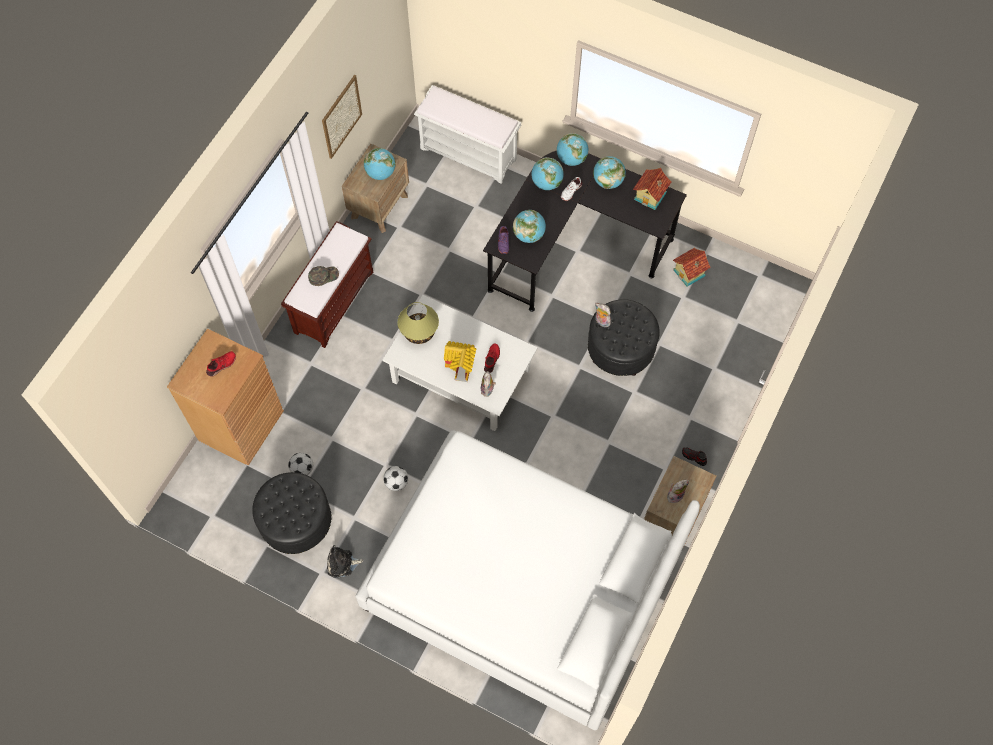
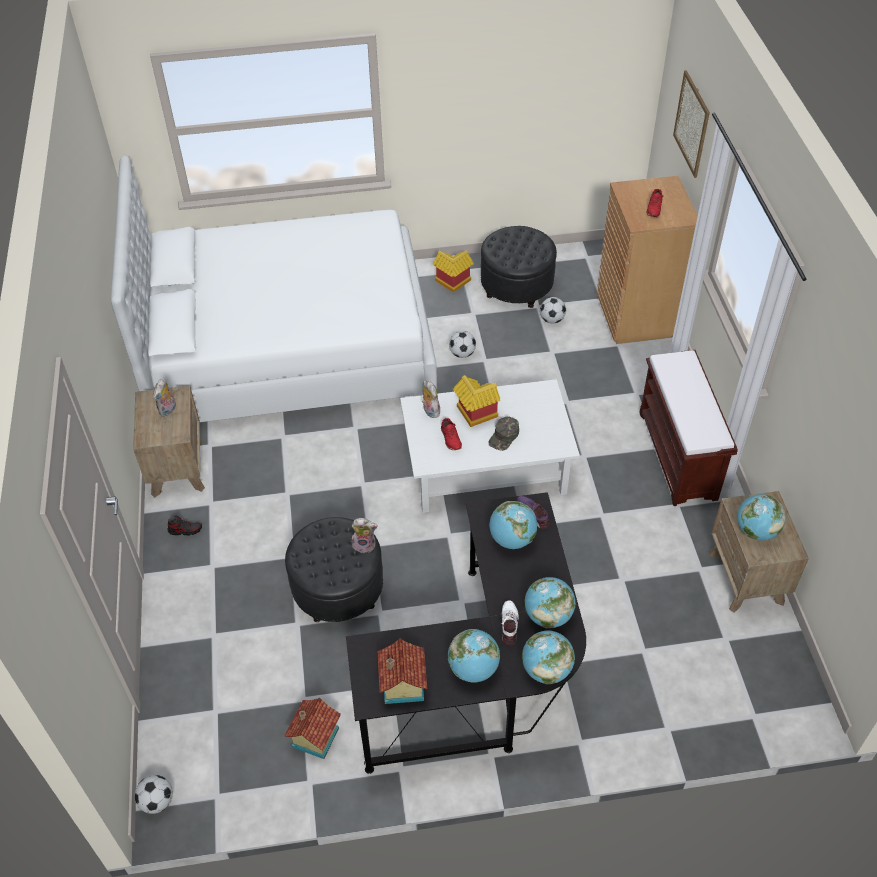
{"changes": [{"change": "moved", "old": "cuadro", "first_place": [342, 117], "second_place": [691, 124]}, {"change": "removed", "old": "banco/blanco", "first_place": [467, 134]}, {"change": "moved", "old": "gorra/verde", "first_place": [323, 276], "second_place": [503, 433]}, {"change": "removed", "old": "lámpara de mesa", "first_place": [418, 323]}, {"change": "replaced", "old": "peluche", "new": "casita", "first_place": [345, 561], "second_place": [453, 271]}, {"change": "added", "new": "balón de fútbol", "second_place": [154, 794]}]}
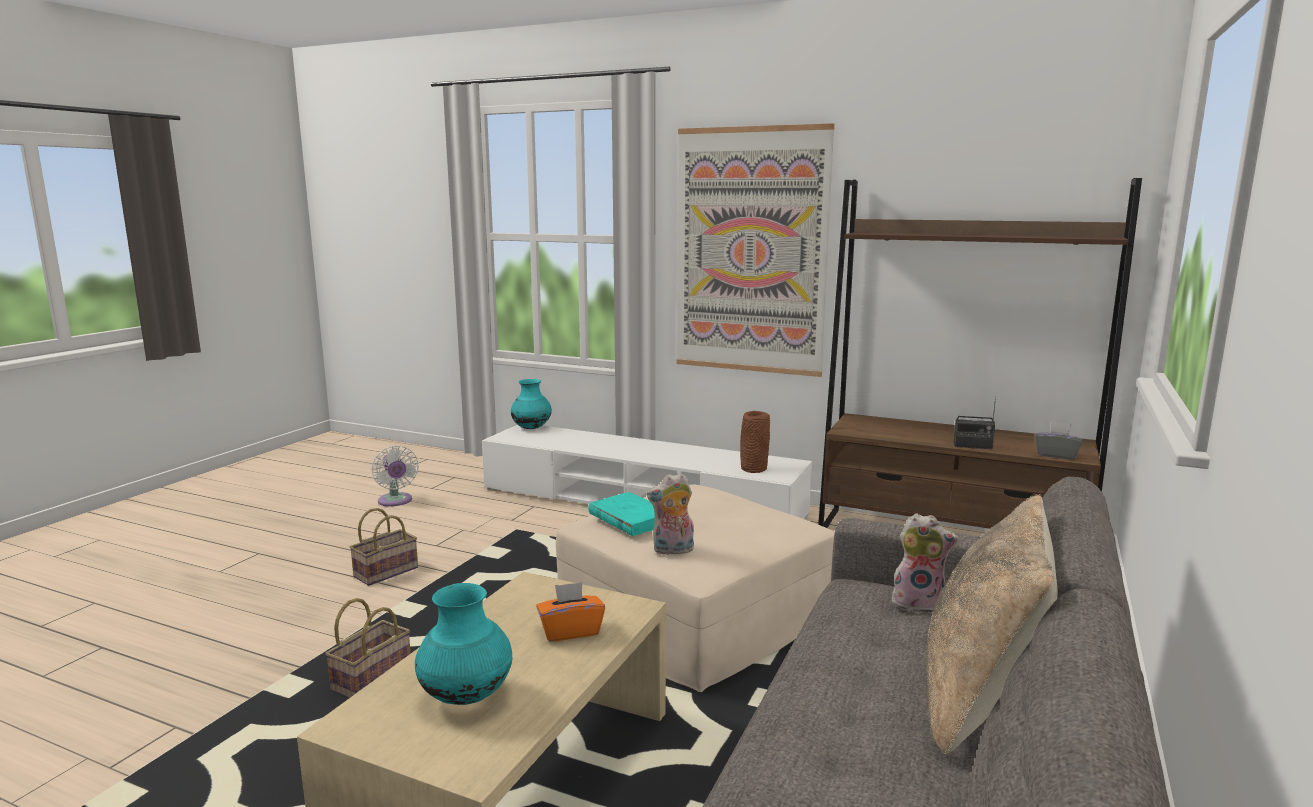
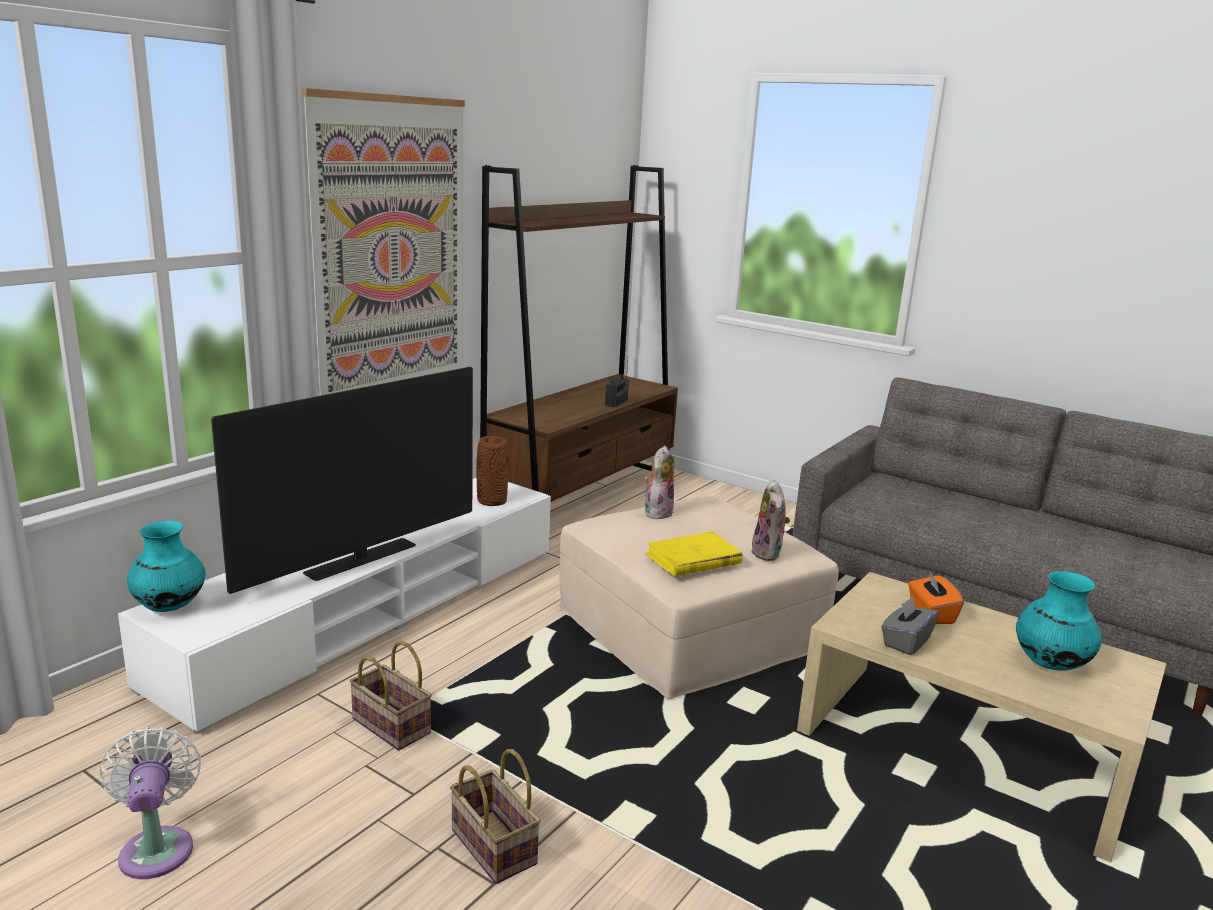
{"changes": [{"change": "moved", "old": "caja de pañuelos/gris", "first_place": [1059, 440], "second_place": [910, 625]}, {"change": "turned", "old": "ventilador/blanco", "first_place": [395, 475], "second_place": [150, 803], "degrees": -90}, {"change": "recoloured", "old": "libro/turquesa", "new": "libro/amarillo", "first_place": [621, 514], "second_place": [694, 554]}, {"change": "removed", "old": "cojín/beis", "first_place": [991, 624]}, {"change": "moved", "old": "peluche", "first_place": [925, 563], "second_place": [659, 482]}, {"change": "moved", "old": "cesta", "first_place": [368, 648], "second_place": [390, 696]}, {"change": "added", "new": "televisor", "second_place": [342, 480]}]}
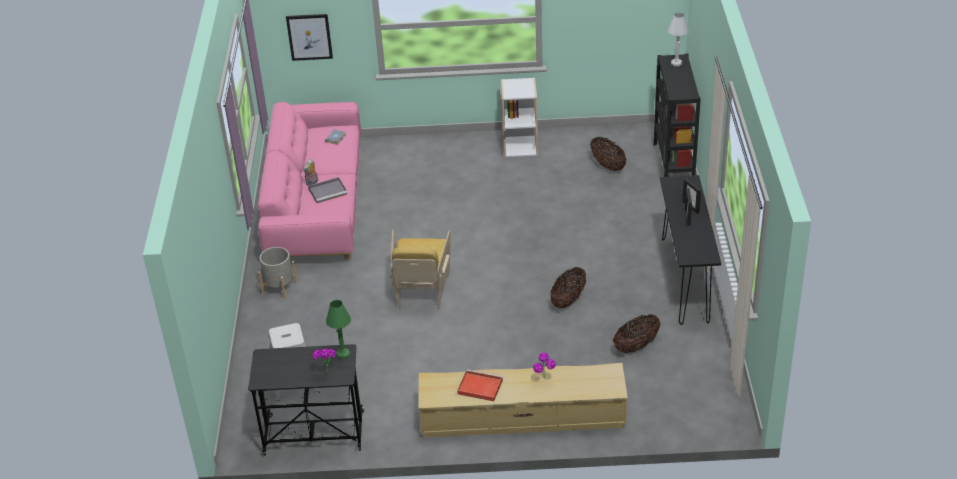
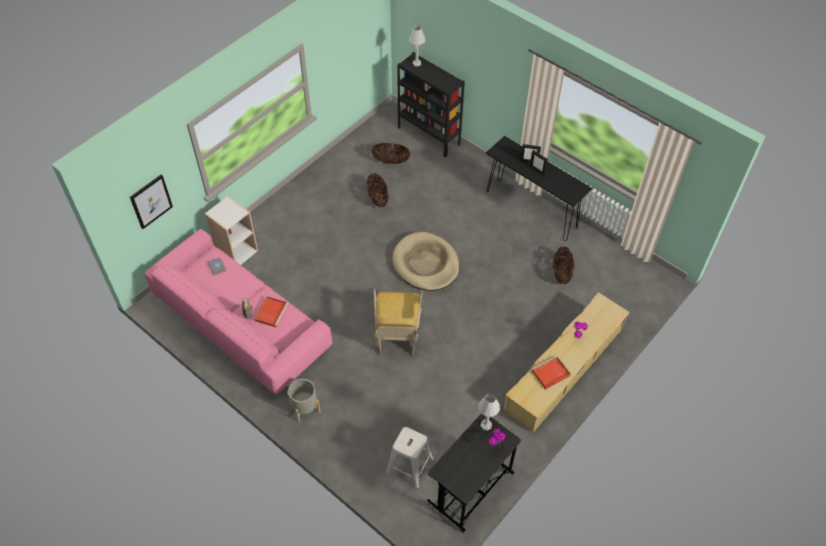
{"changes": [{"change": "moved", "old": "estantería", "first_place": [519, 118], "second_place": [231, 230]}, {"change": "recoloured", "old": "bandeja/gris", "new": "bandeja/rojo", "first_place": [328, 190], "second_place": [271, 311]}, {"change": "turned", "old": "sillón/amarillo", "first_place": [420, 269], "second_place": [398, 322], "degrees": 45}, {"change": "moved", "old": "cesta", "first_place": [568, 287], "second_place": [377, 190]}, {"change": "recoloured", "old": "lámpara de mesa/verde", "new": "lámpara de mesa/blanco", "first_place": [338, 329], "second_place": [489, 412]}, {"change": "added", "new": "cama para perro/beis", "second_place": [425, 261]}]}
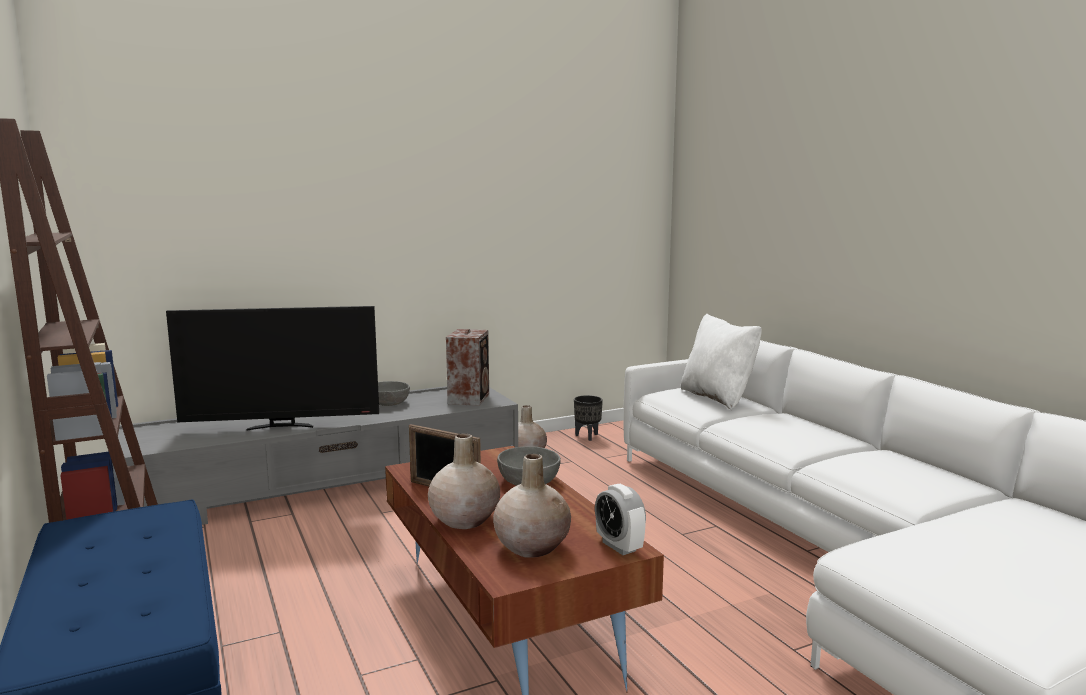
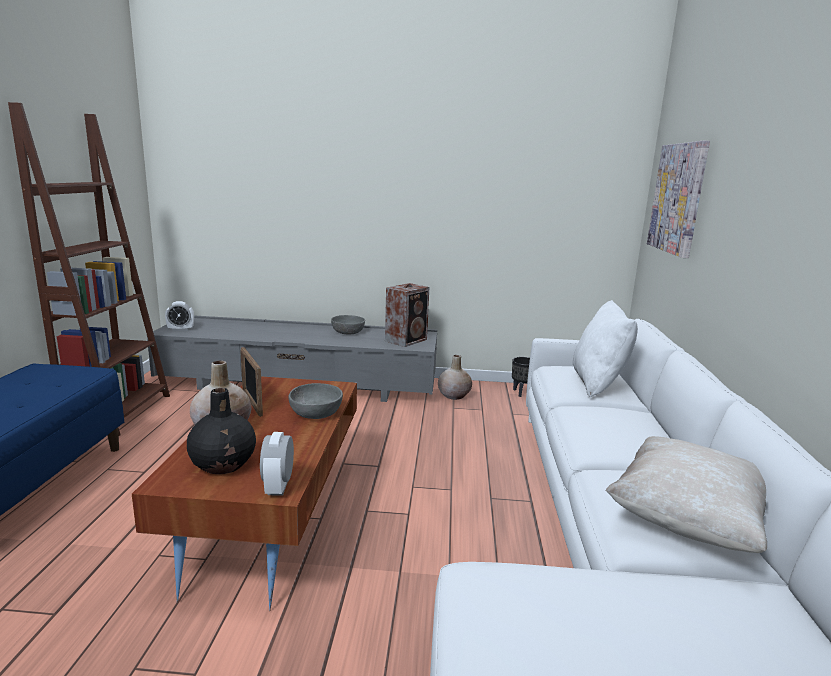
{"changes": [{"change": "removed", "old": "televisor", "first_place": [272, 368]}, {"change": "recoloured", "old": "florero/beis", "new": "florero/negro", "first_place": [532, 506], "second_place": [221, 431]}, {"change": "added", "new": "cuadro", "second_place": [678, 199]}, {"change": "added", "new": "despertador", "second_place": [179, 316]}, {"change": "added", "new": "cojín/beis", "second_place": [686, 494]}]}
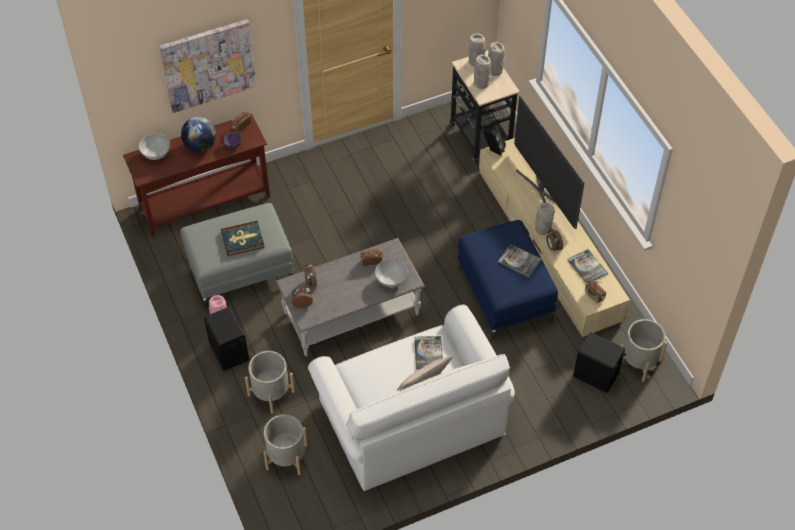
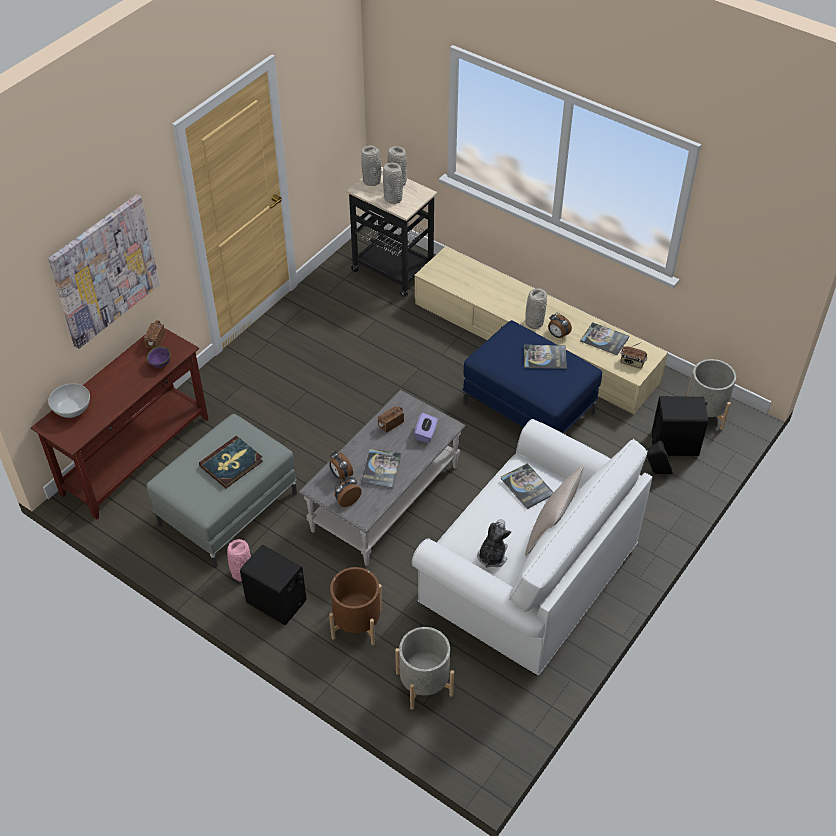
{"changes": [{"change": "removed", "old": "televisor", "first_place": [549, 162]}, {"change": "removed", "old": "globo terráqueo", "first_place": [198, 134]}, {"change": "moved", "old": "altavoz/negro", "first_place": [494, 140], "second_place": [659, 457]}, {"change": "replaced", "old": "cuenco/blanco", "new": "caja de pañuelos/morado", "first_place": [391, 273], "second_place": [426, 428]}, {"change": "recoloured", "old": "maceta/gris", "new": "maceta/marrón", "first_place": [270, 382], "second_place": [355, 606]}, {"change": "added", "new": "libro", "second_place": [381, 469]}, {"change": "added", "new": "peluche", "second_place": [494, 543]}]}
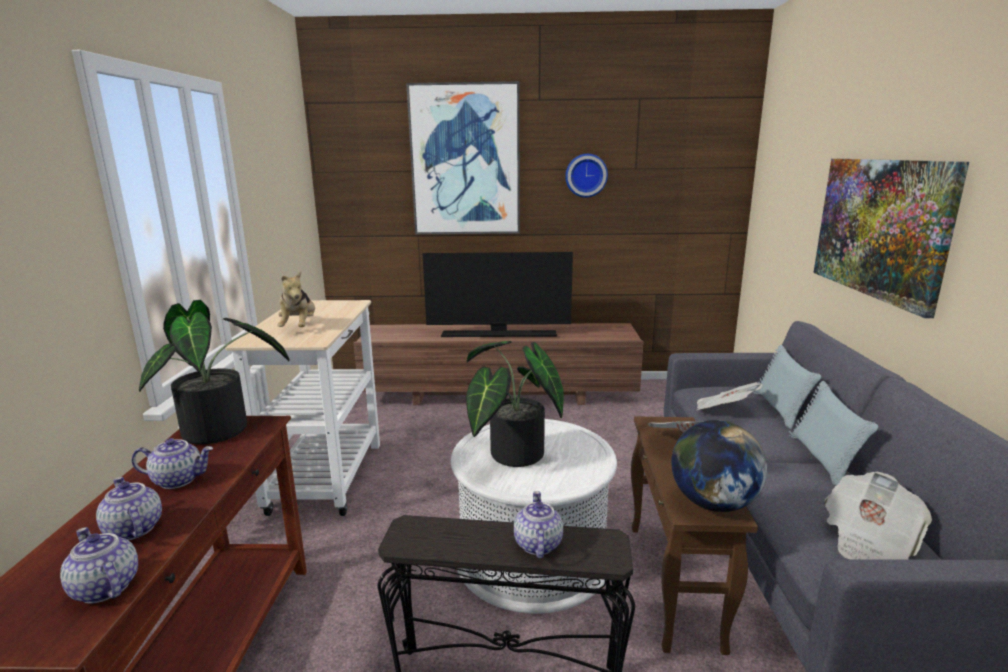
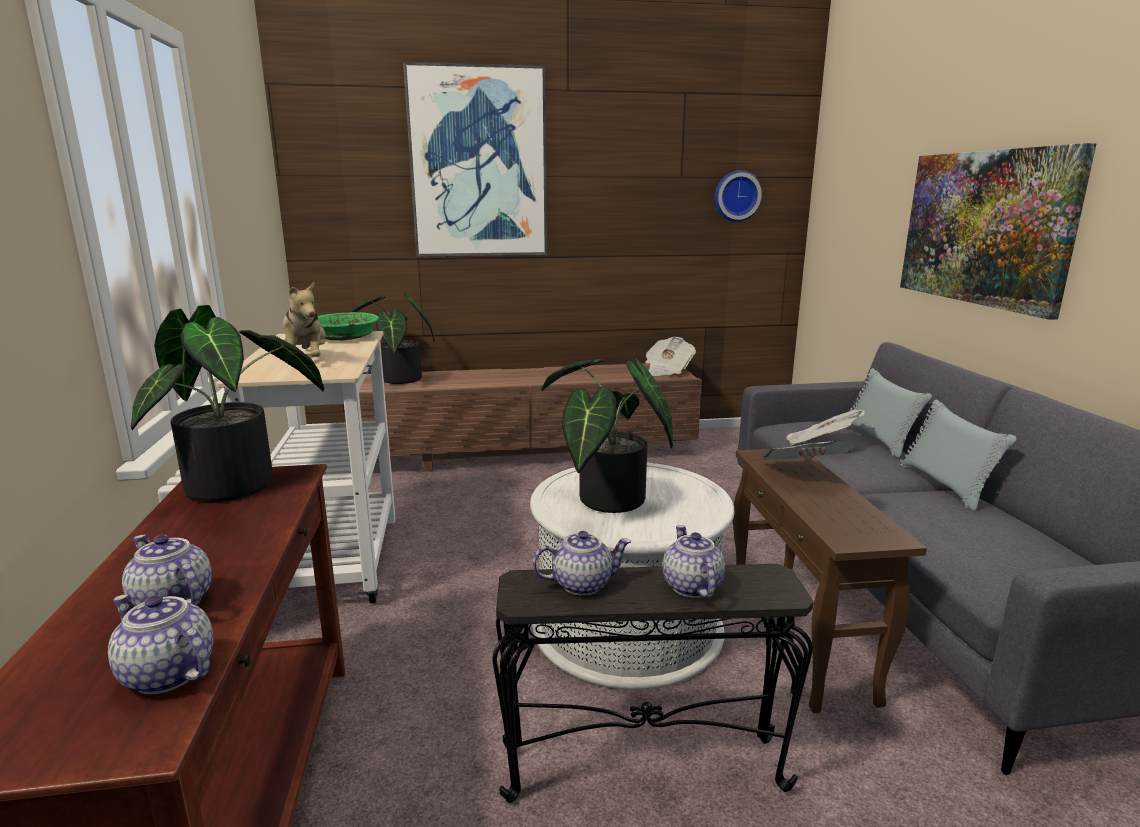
{"changes": [{"change": "moved", "old": "reloj de pared", "first_place": [586, 176], "second_place": [738, 196]}, {"change": "removed", "old": "televisor", "first_place": [497, 294]}, {"change": "removed", "old": "globo terráqueo", "first_place": [719, 466]}, {"change": "moved", "old": "tetera", "first_place": [172, 463], "second_place": [581, 563]}, {"change": "moved", "old": "periódico", "first_place": [878, 516], "second_place": [670, 356]}, {"change": "added", "new": "planta en maceta", "second_place": [393, 338]}, {"change": "added", "new": "cuenco/verde", "second_place": [348, 326]}]}
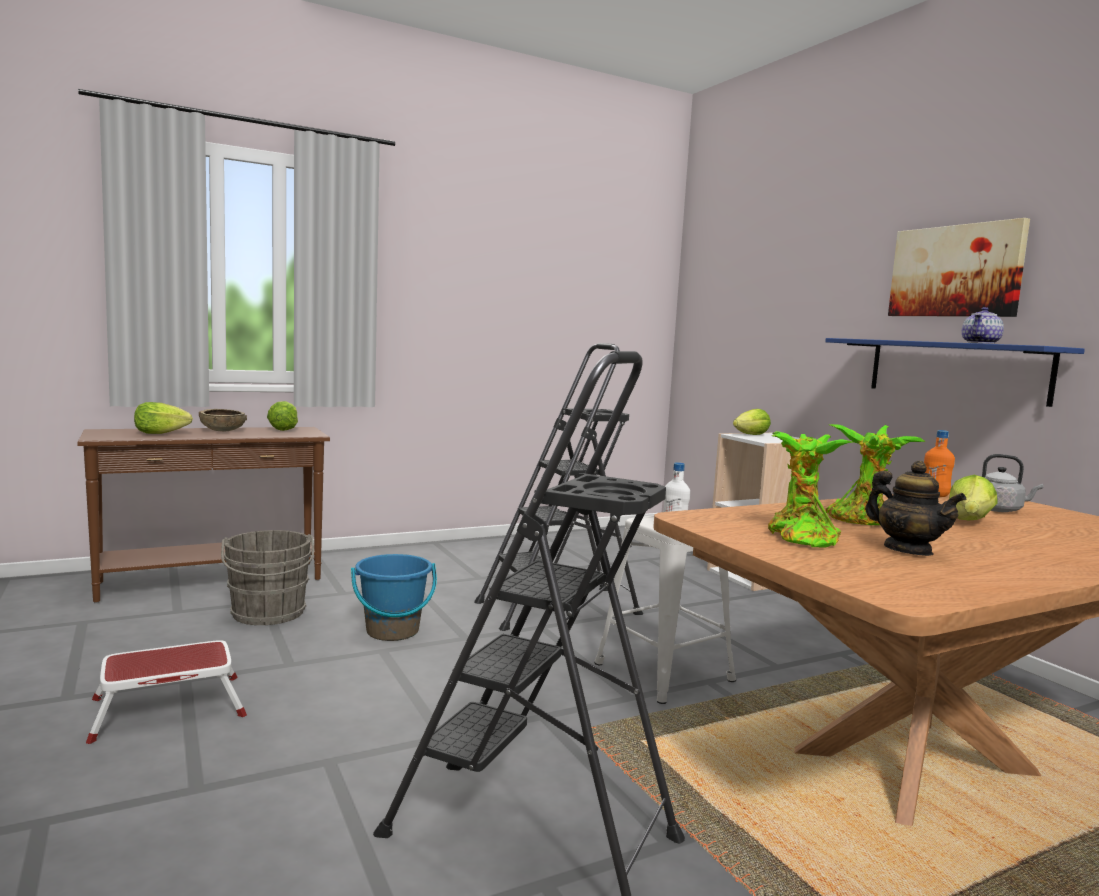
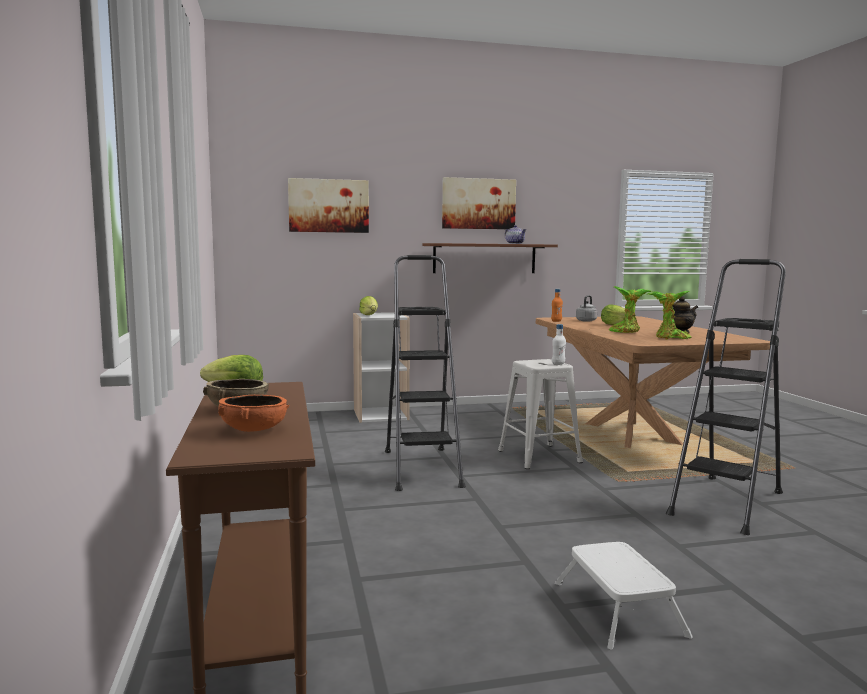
{"changes": [{"change": "recoloured", "old": "estante/azul", "new": "estante/marrón", "first_place": [955, 372], "second_place": [490, 258]}, {"change": "replaced", "old": "lechuga", "new": "cuenco/naranja", "first_place": [163, 418], "second_place": [254, 413]}, {"change": "removed", "old": "cubo/gris", "first_place": [267, 577]}, {"change": "removed", "old": "cubo/azul", "first_place": [394, 597]}, {"change": "recoloured", "old": "escalera de tijera/rojo", "new": "escalera de tijera/blanco", "first_place": [166, 692], "second_place": [624, 596]}, {"change": "added", "new": "cuadro", "second_place": [328, 205]}]}
